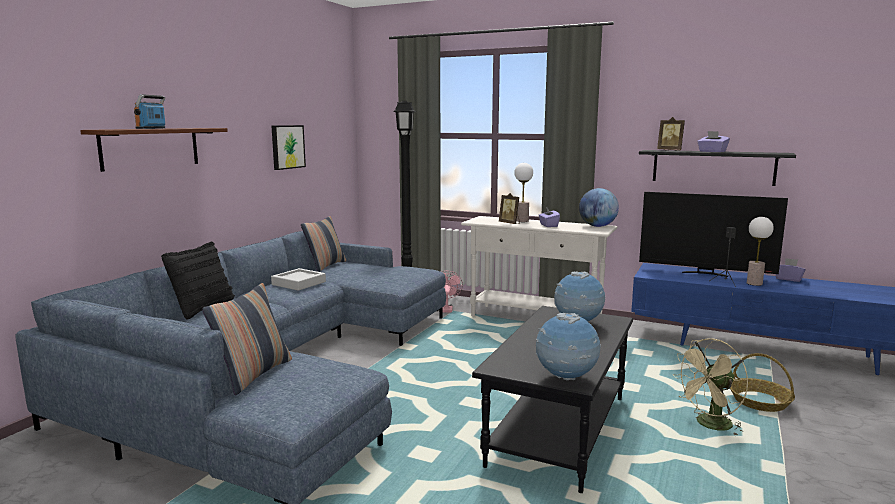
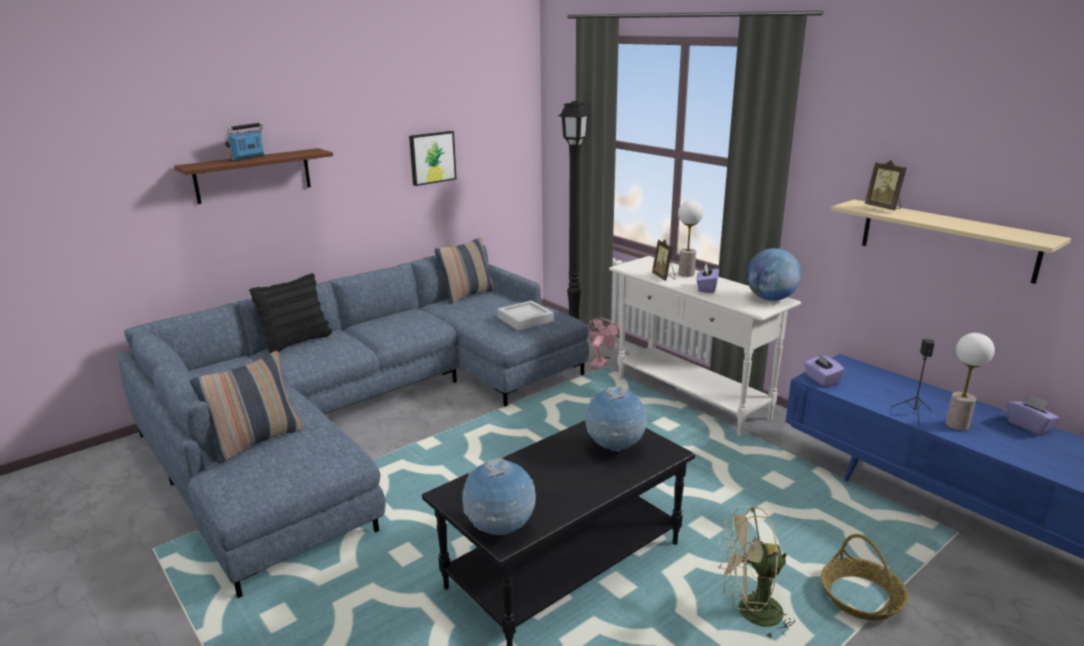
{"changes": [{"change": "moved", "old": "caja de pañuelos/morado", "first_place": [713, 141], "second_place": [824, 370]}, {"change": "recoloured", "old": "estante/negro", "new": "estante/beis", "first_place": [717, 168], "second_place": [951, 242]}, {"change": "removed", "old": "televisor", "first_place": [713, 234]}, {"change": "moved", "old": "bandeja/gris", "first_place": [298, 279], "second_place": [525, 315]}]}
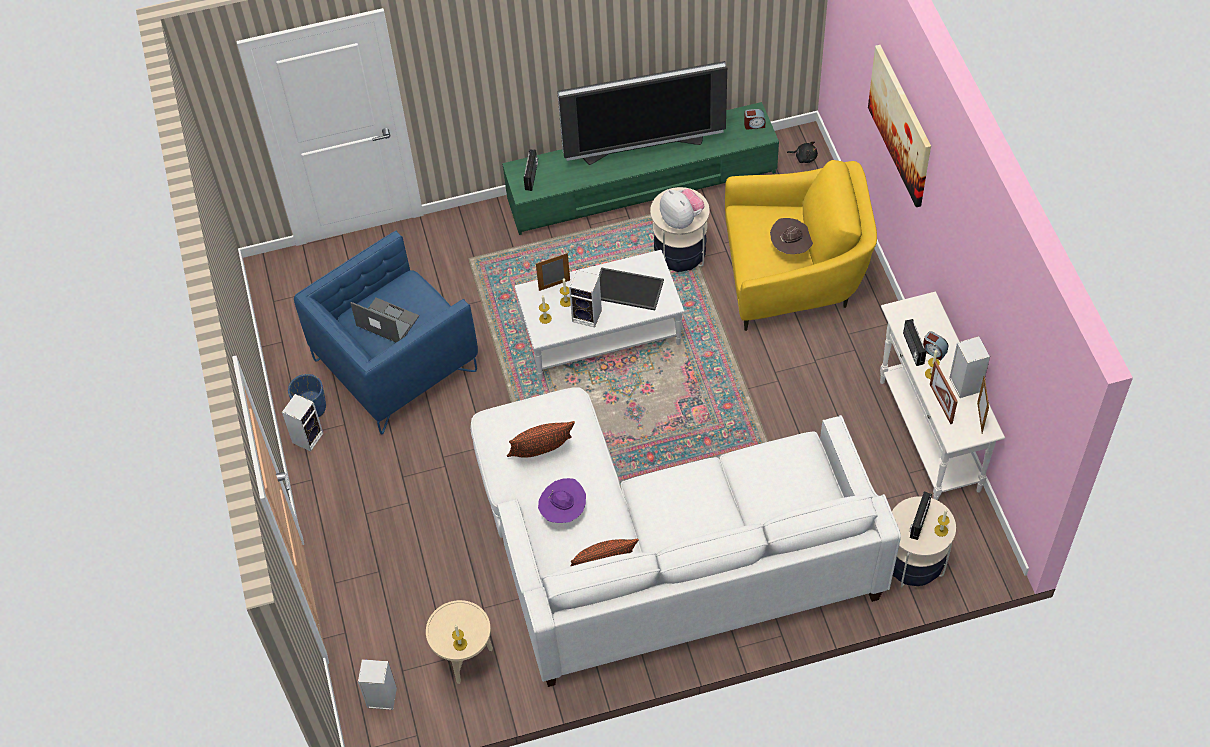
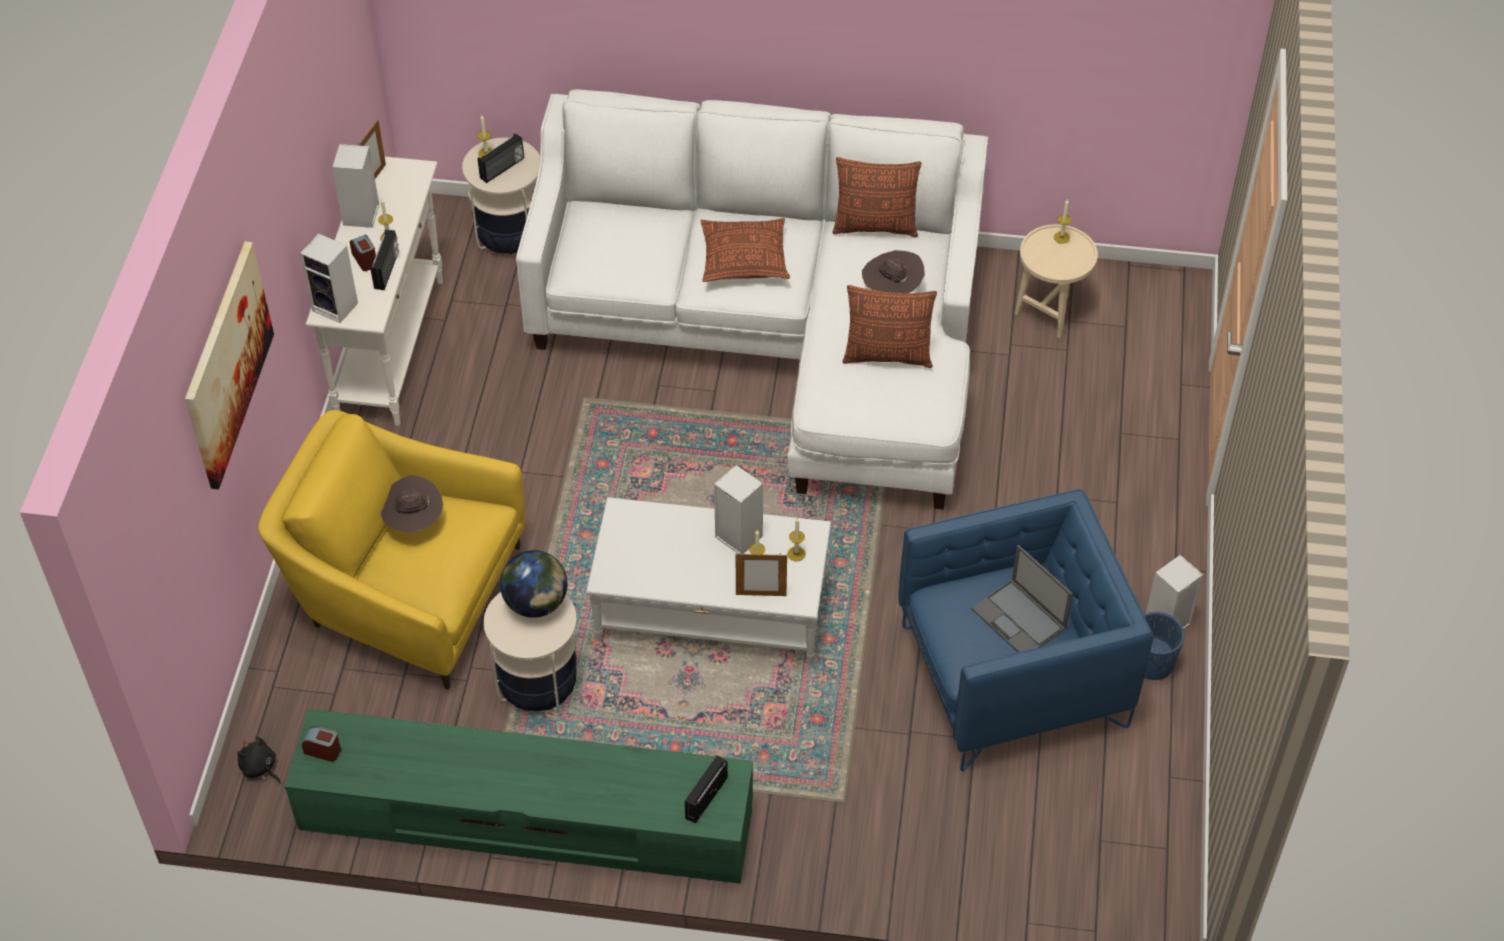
{"changes": [{"change": "removed", "old": "televisor", "first_place": [642, 113]}, {"change": "replaced", "old": "peluche", "new": "globo terráqueo", "first_place": [682, 209], "second_place": [534, 584]}, {"change": "removed", "old": "bandeja", "first_place": [631, 288]}, {"change": "removed", "old": "portarretratos", "first_place": [944, 392]}, {"change": "recoloured", "old": "sombrero/morado", "new": "sombrero/marrón", "first_place": [562, 500], "second_place": [893, 271]}, {"change": "moved", "old": "altavoz", "first_place": [377, 684], "second_place": [329, 278]}, {"change": "added", "new": "cojín/marrón", "second_place": [745, 250]}]}
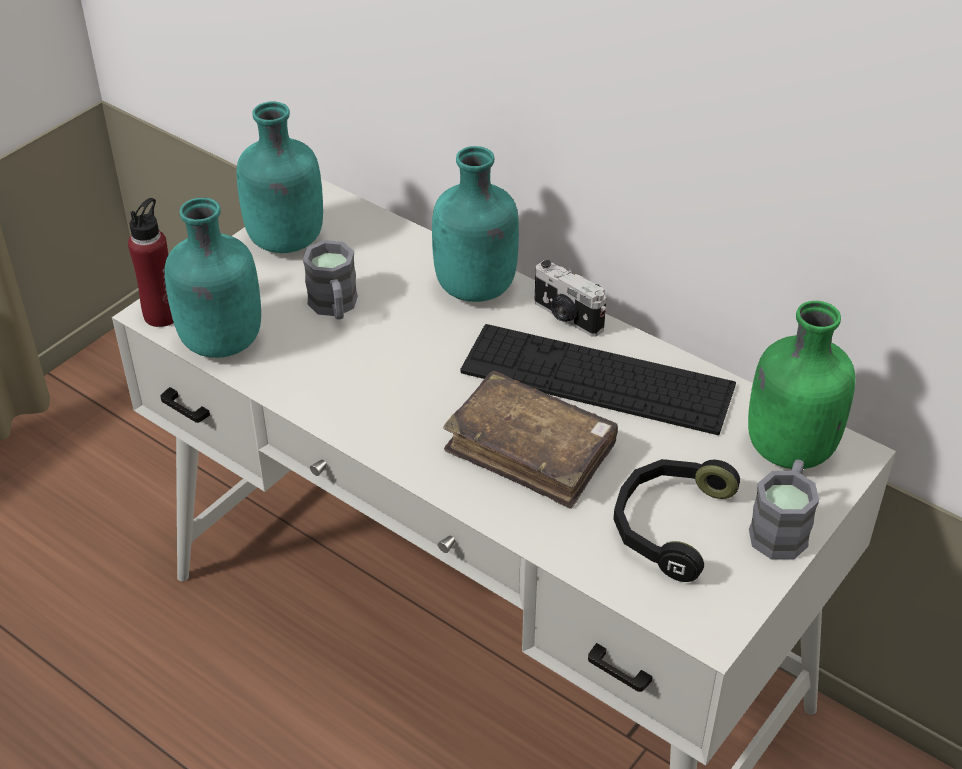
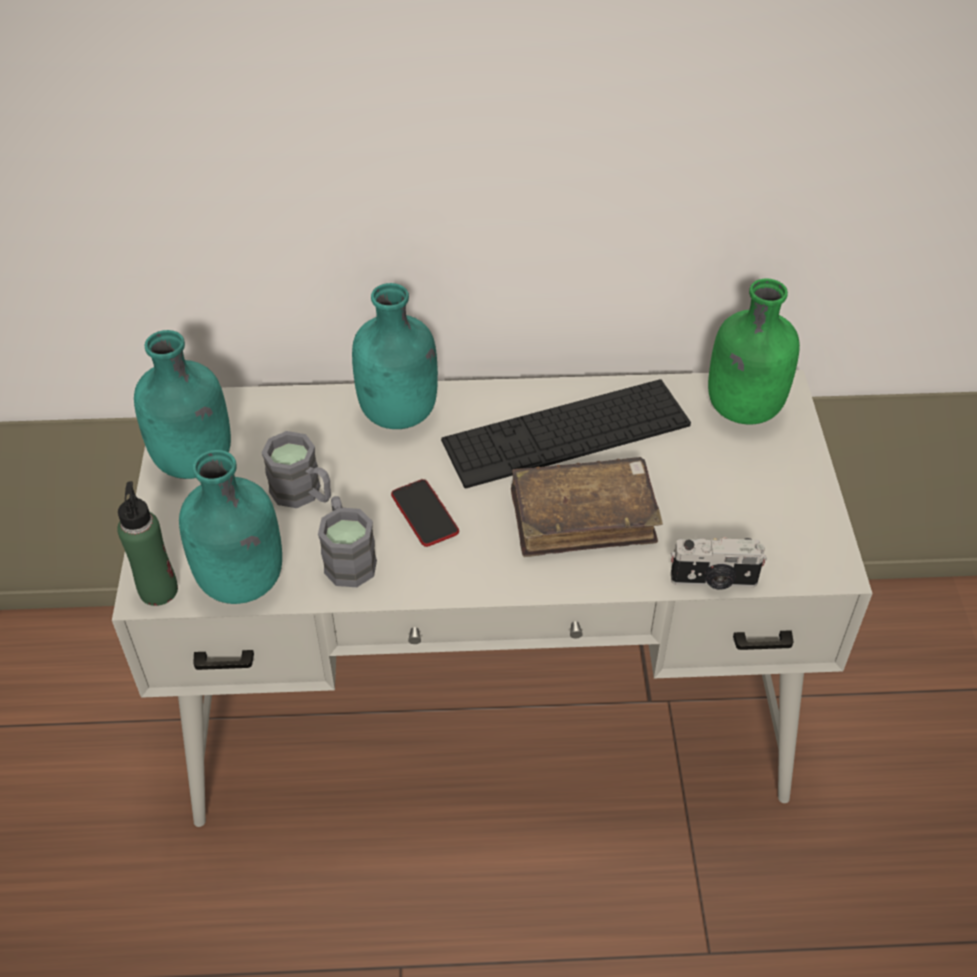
{"changes": [{"change": "recoloured", "old": "botella/rojo", "new": "botella/verde", "first_place": [151, 262], "second_place": [147, 543]}, {"change": "moved", "old": "cámara", "first_place": [570, 298], "second_place": [719, 563]}, {"change": "removed", "old": "auriculares/negro", "first_place": [676, 520]}, {"change": "moved", "old": "taza grande/gris", "first_place": [784, 509], "second_place": [347, 541]}, {"change": "added", "new": "móvil", "second_place": [425, 513]}]}
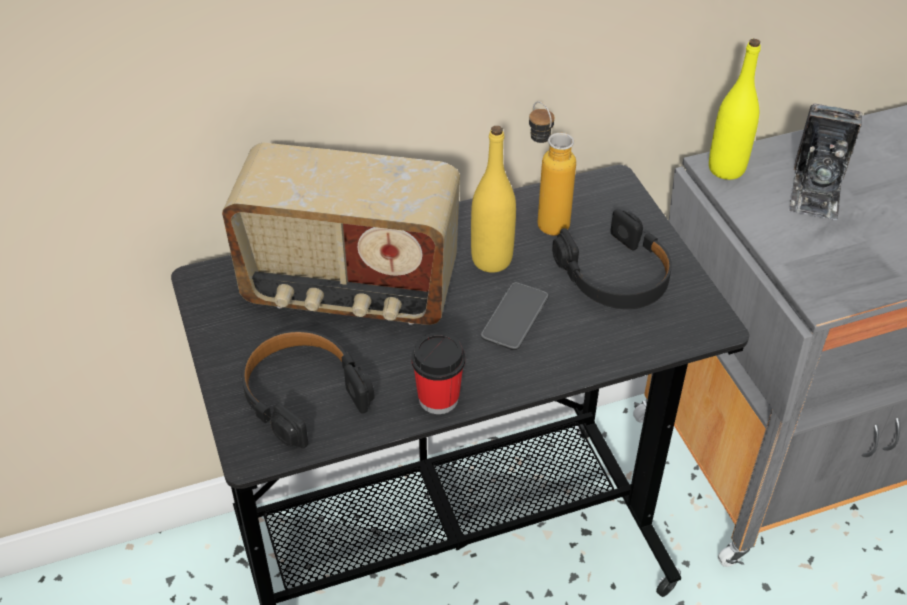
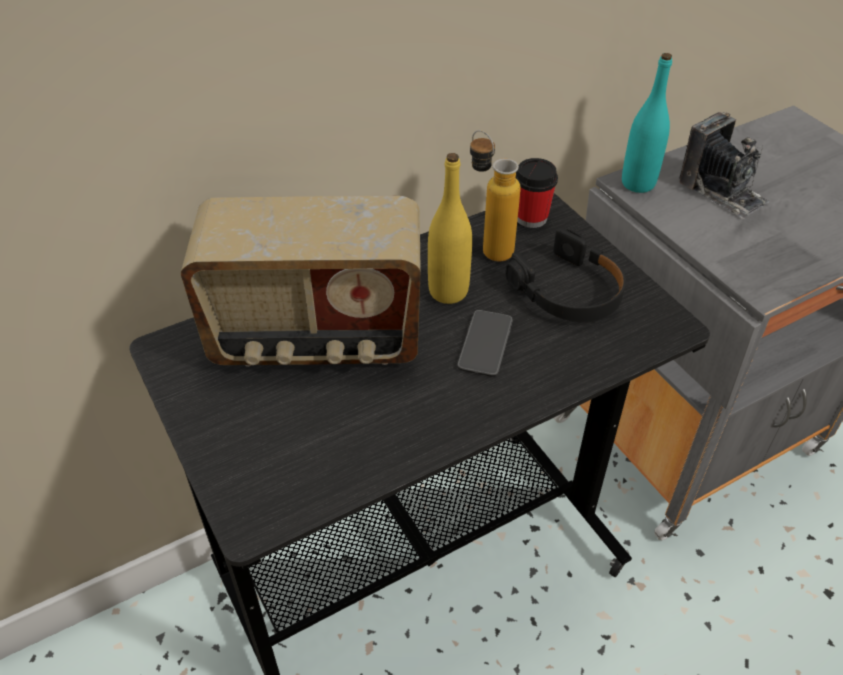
{"changes": [{"change": "recoloured", "old": "botella/amarillo", "new": "botella/turquesa", "first_place": [735, 109], "second_place": [647, 123]}, {"change": "turned", "old": "cámara", "first_place": [825, 162], "second_place": [724, 165], "degrees": -45}, {"change": "removed", "old": "auriculares/negro", "first_place": [308, 389]}, {"change": "moved", "old": "taza", "first_place": [438, 373], "second_place": [537, 193]}]}
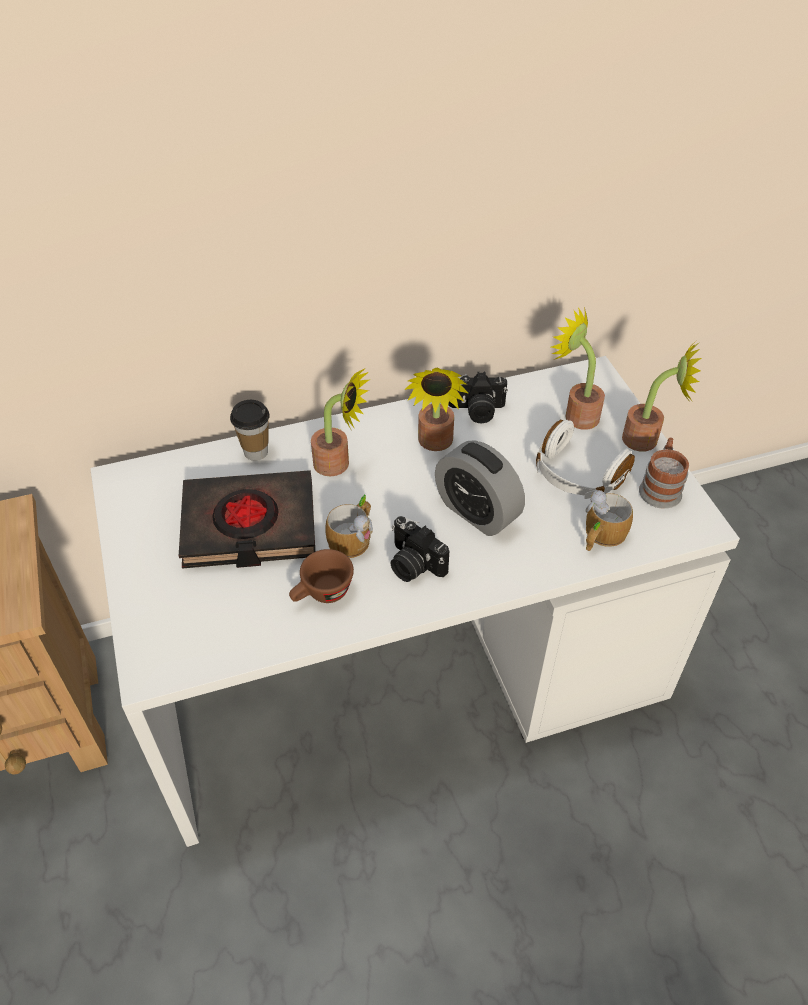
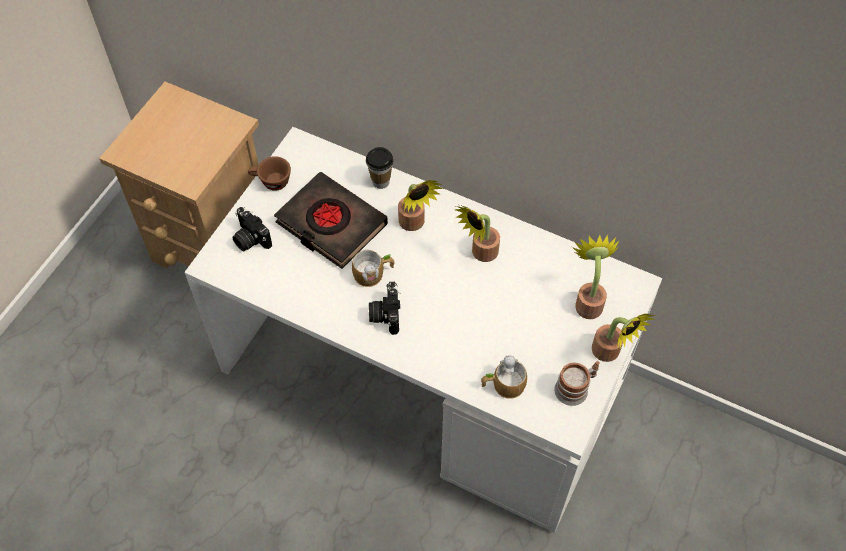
{"changes": [{"change": "moved", "old": "cámara", "first_place": [478, 397], "second_place": [252, 229]}, {"change": "removed", "old": "auriculares/blanco", "first_place": [585, 459]}, {"change": "removed", "old": "despertador", "first_place": [480, 488]}, {"change": "moved", "old": "taza/marrón", "first_place": [321, 576], "second_place": [269, 173]}]}
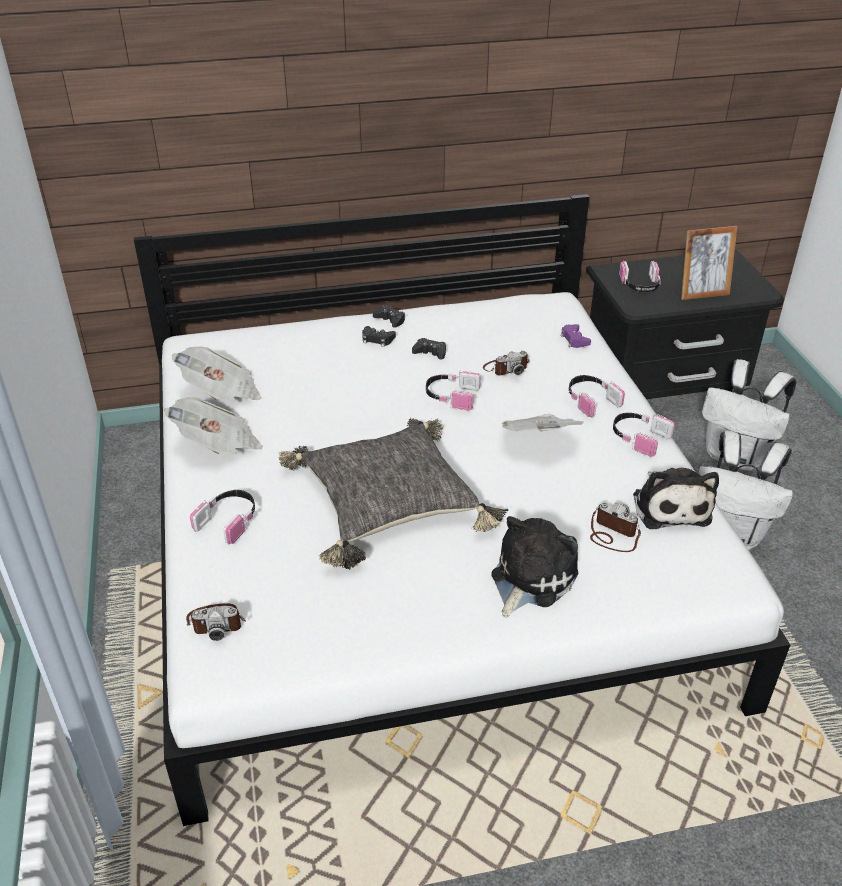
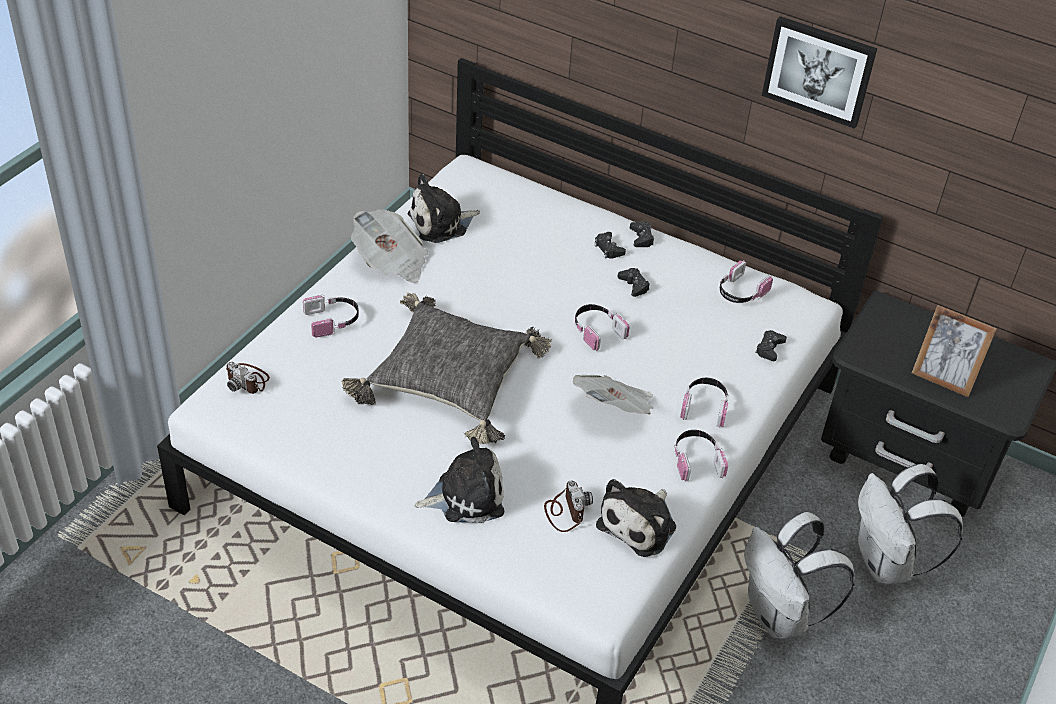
{"changes": [{"change": "moved", "old": "auriculares", "first_place": [640, 277], "second_place": [746, 281]}, {"change": "recoloured", "old": "mando de consola/morado", "new": "mando de consola/negro", "first_place": [576, 336], "second_place": [771, 345]}, {"change": "replaced", "old": "periódico", "new": "peluche", "first_place": [217, 374], "second_place": [443, 208]}, {"change": "removed", "old": "cámara", "first_place": [506, 362]}, {"change": "added", "new": "cuadro", "second_place": [819, 72]}]}
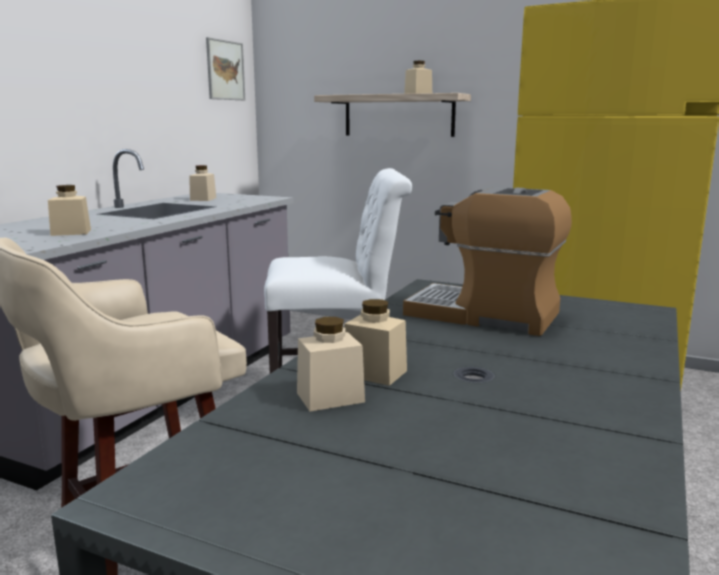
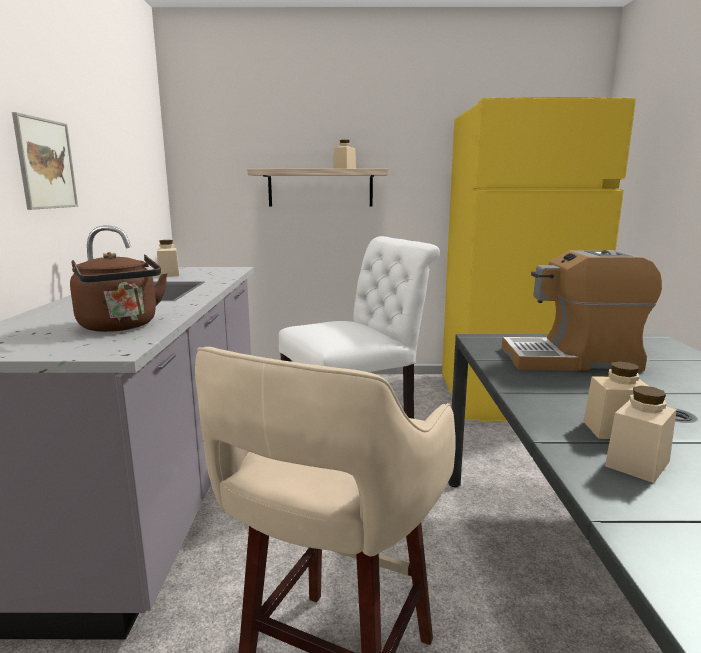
{"changes": [{"change": "moved", "old": "cuadro", "first_place": [225, 68], "second_place": [45, 161]}, {"change": "replaced", "old": "tarro/beis", "new": "hervidor/marrón", "first_place": [69, 210], "second_place": [119, 292]}]}
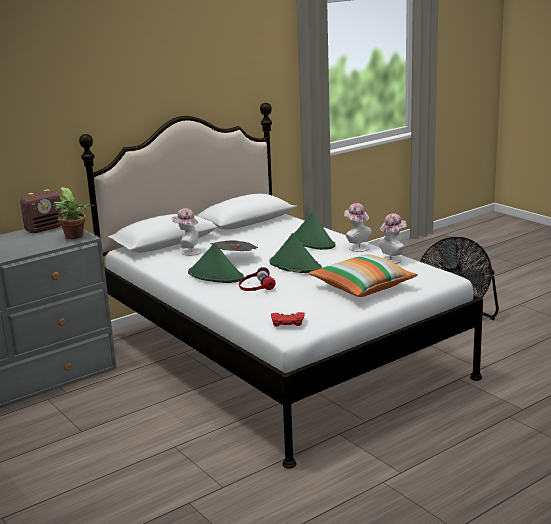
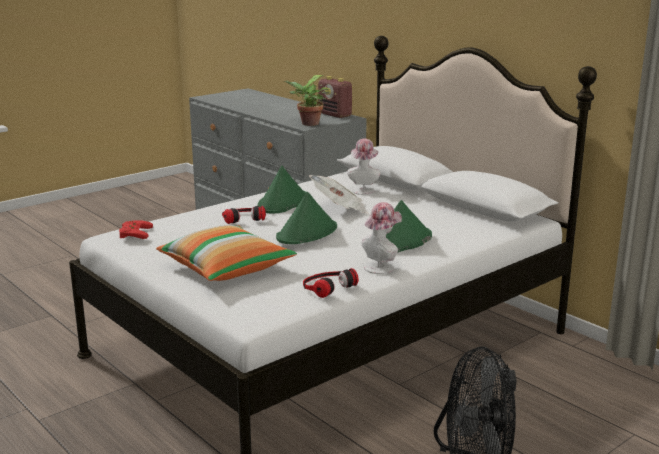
{"changes": [{"change": "replaced", "old": "sombrero", "new": "auriculares", "first_place": [392, 238], "second_place": [331, 283]}]}
